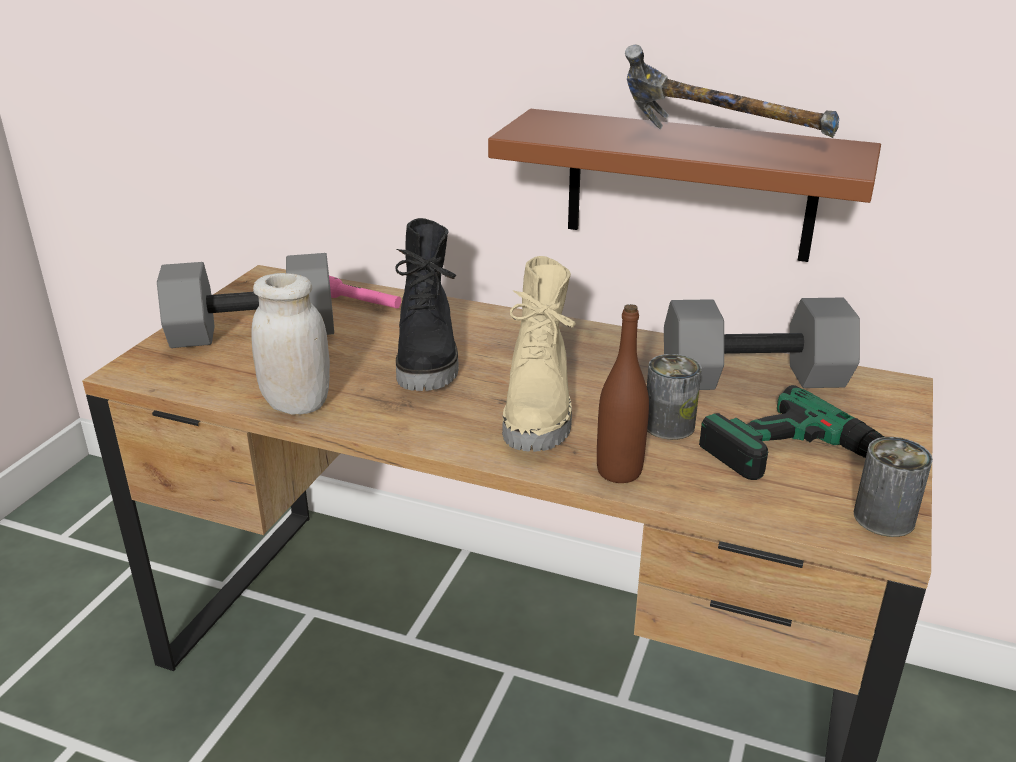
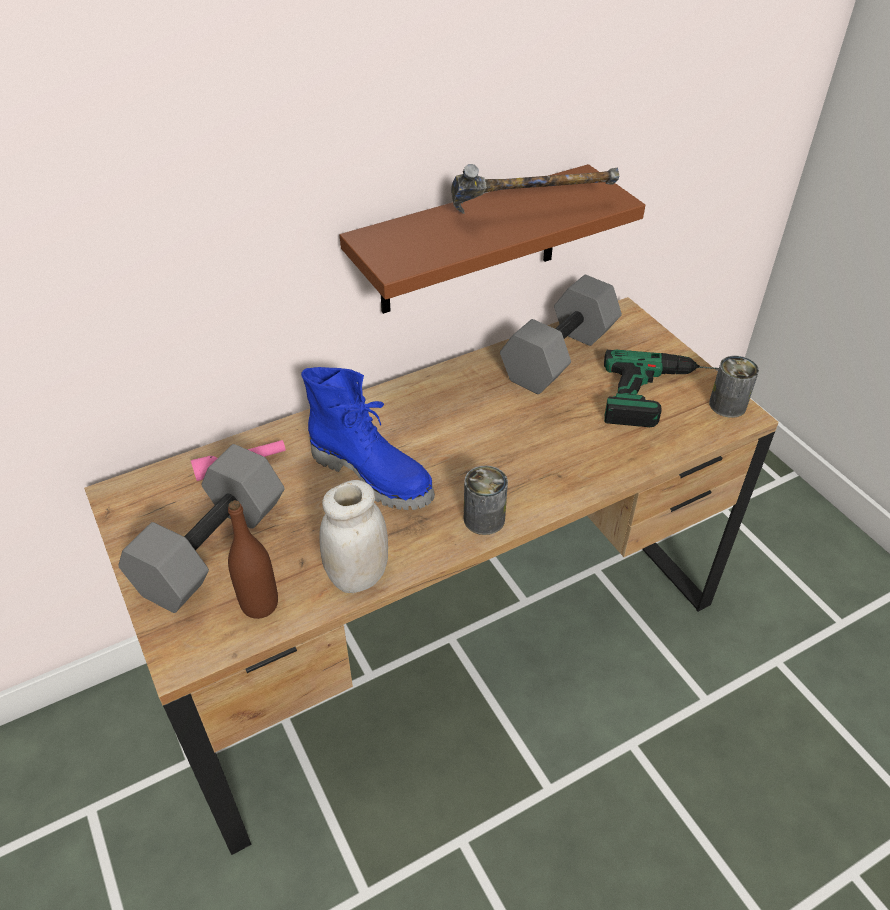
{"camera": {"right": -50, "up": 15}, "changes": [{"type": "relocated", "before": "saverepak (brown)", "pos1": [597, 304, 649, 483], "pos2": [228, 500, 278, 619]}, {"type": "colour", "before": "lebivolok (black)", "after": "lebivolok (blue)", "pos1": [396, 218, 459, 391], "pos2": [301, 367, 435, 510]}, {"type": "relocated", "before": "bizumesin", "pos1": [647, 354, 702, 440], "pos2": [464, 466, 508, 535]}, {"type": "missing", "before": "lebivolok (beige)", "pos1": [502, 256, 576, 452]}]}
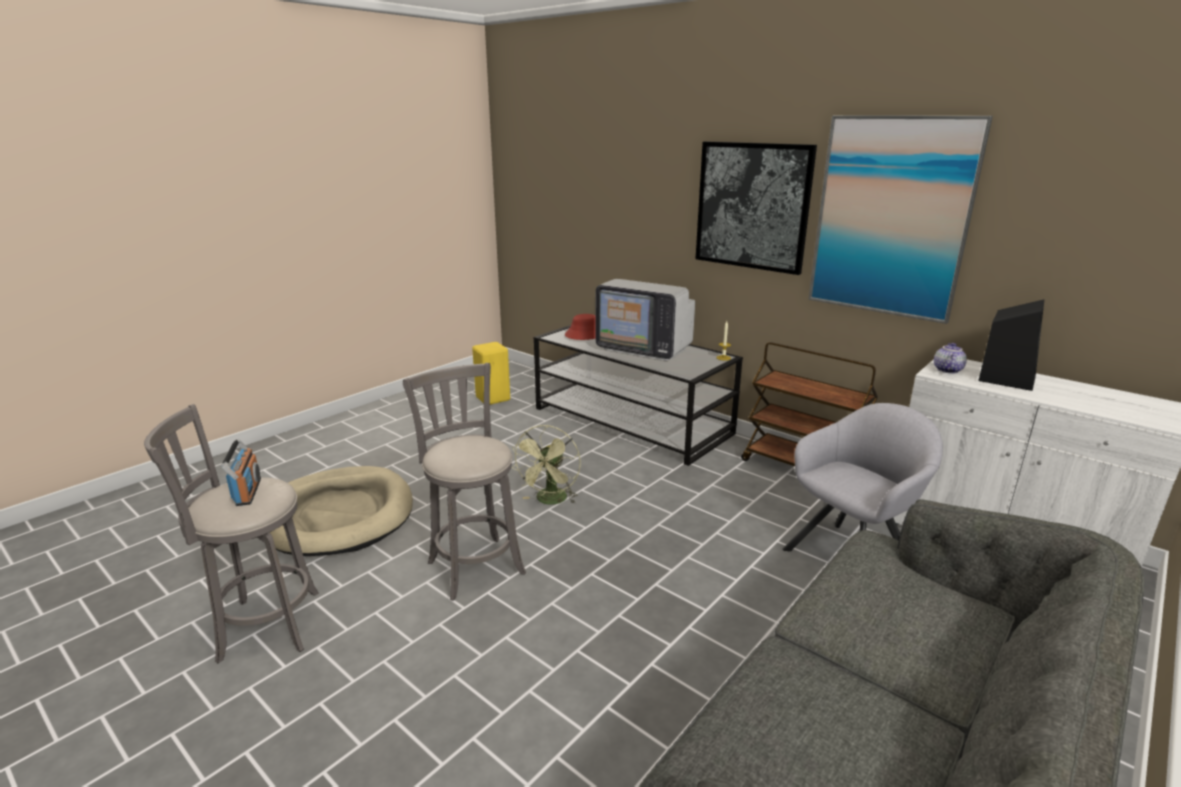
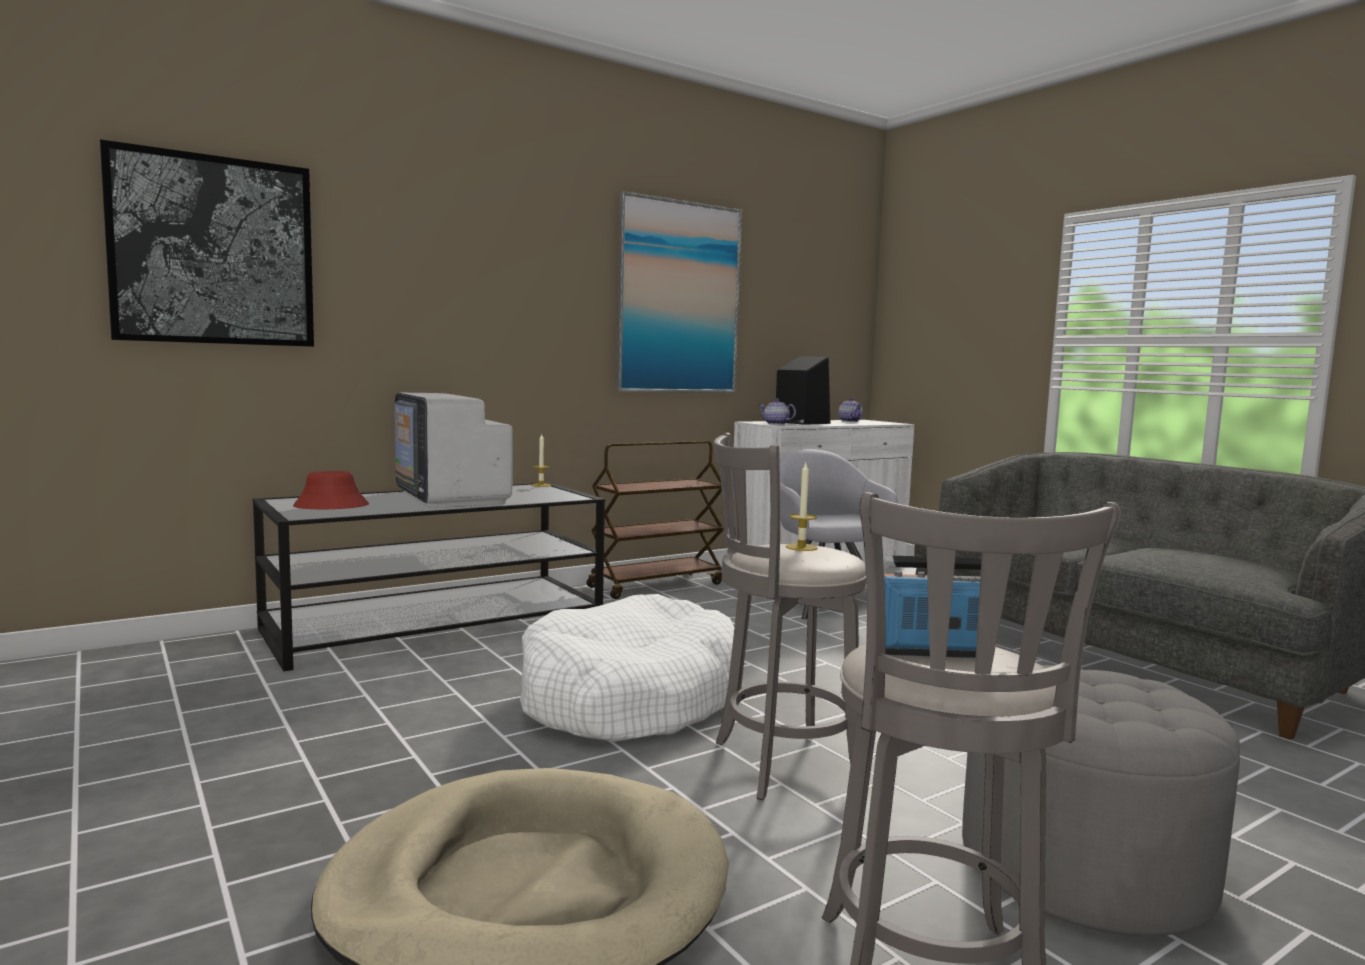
{"camera": {"right": -75, "up": -15}, "changes": [{"type": "relocated", "before": "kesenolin", "pos1": [696, 141, 817, 275], "pos2": [100, 139, 314, 347]}, {"type": "spun", "before": "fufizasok", "pos1": [595, 279, 695, 361], "pos2": [395, 393, 513, 508], "turn": 105}, {"type": "exchanged", "before": "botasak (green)", "after": "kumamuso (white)", "pos1": [511, 425, 580, 505], "pos2": [520, 594, 743, 742]}, {"type": "appeared", "after": "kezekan", "pos2": [785, 463, 818, 551]}, {"type": "appeared", "after": "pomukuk", "pos2": [838, 398, 863, 422]}, {"type": "appeared", "after": "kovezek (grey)", "pos2": [962, 665, 1240, 936]}, {"type": "missing", "before": "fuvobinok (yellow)", "pos1": [472, 342, 510, 405]}]}
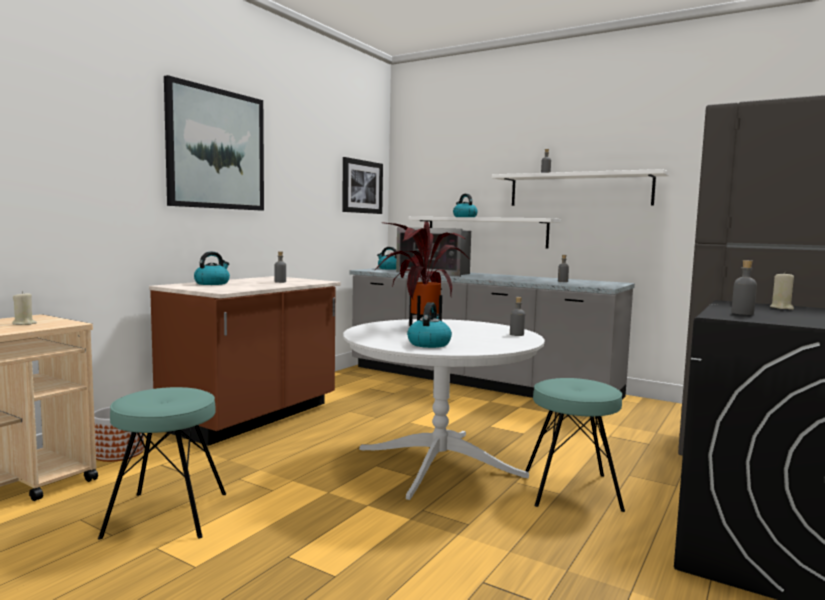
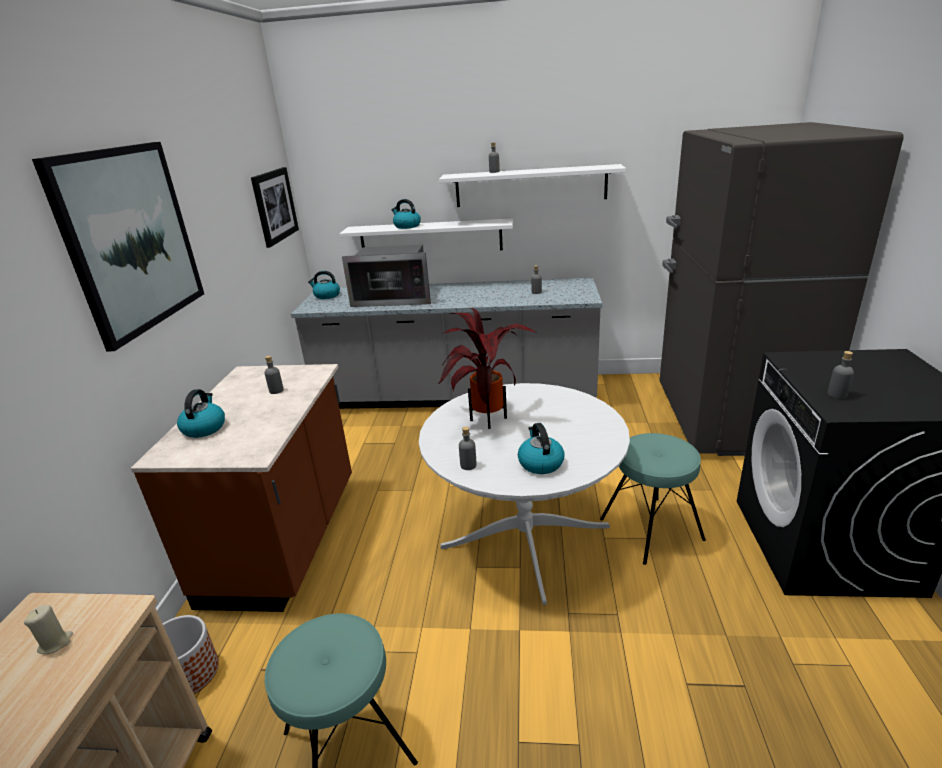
{"camera": {"right": -25, "up": 20}, "changes": [{"type": "relocated", "before": "saverepak (grey)", "pos1": [510, 297, 525, 336], "pos2": [459, 426, 477, 470]}, {"type": "missing", "before": "kezekan (beige)", "pos1": [770, 272, 794, 310]}]}
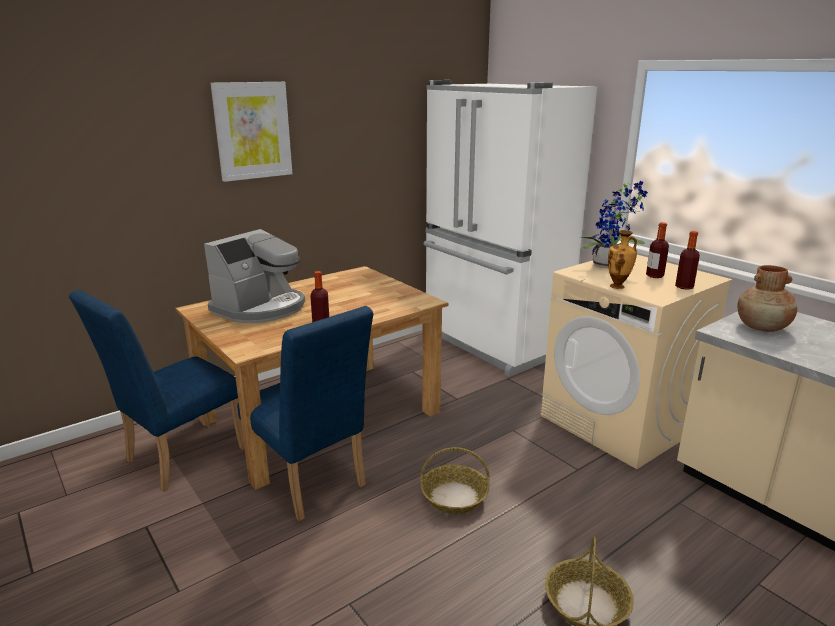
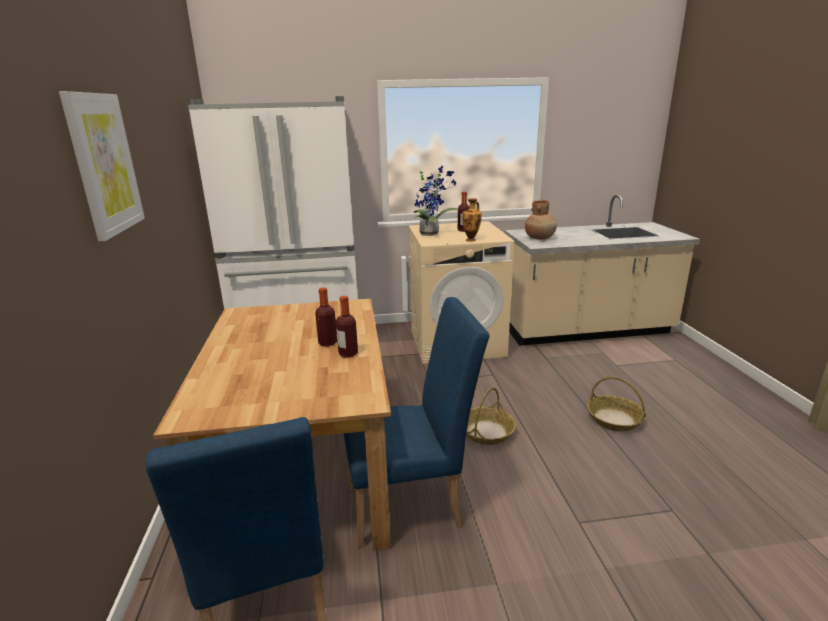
{"camera": {"right": -60, "up": 0}, "changes": [{"type": "relocated", "before": "saverepak", "pos1": [675, 231, 700, 290], "pos2": [315, 288, 337, 347]}, {"type": "missing", "before": "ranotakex", "pos1": [204, 229, 305, 323]}]}
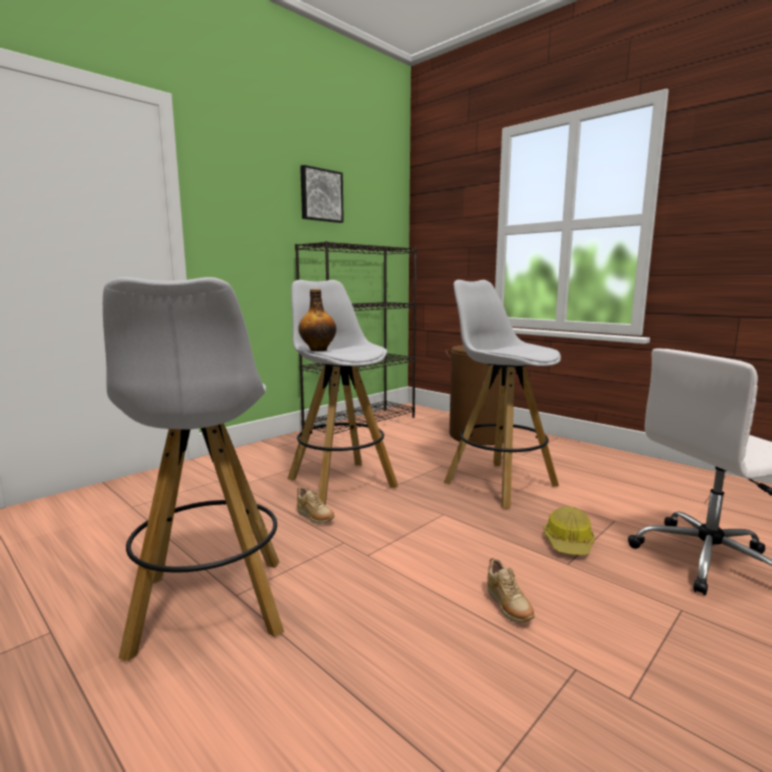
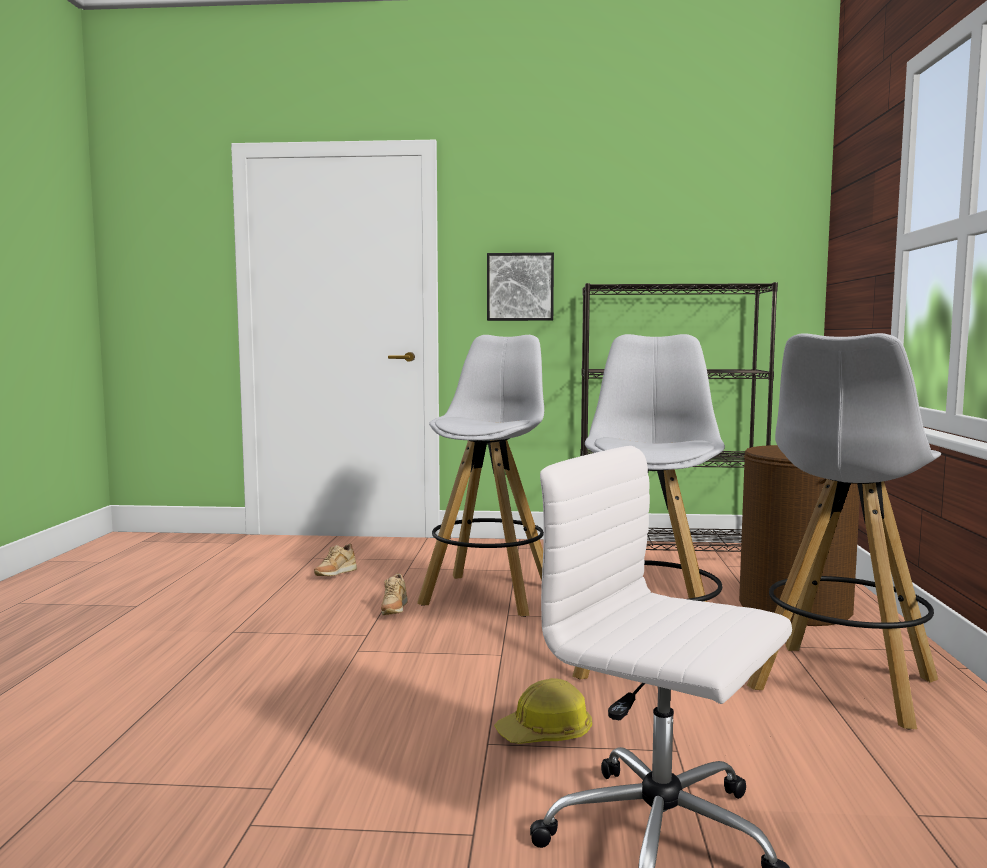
{"camera": {"right": 50, "up": -5}, "changes": [{"type": "relocated", "before": "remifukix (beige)", "pos1": [487, 558, 535, 623], "pos2": [314, 544, 357, 576]}, {"type": "relocated", "before": "kesenolin", "pos1": [300, 165, 344, 223], "pos2": [487, 253, 554, 321]}, {"type": "relocated", "before": "fuvobinok (white)", "pos1": [103, 277, 284, 661], "pos2": [747, 333, 941, 729]}, {"type": "missing", "before": "saverepak", "pos1": [298, 289, 336, 351]}]}
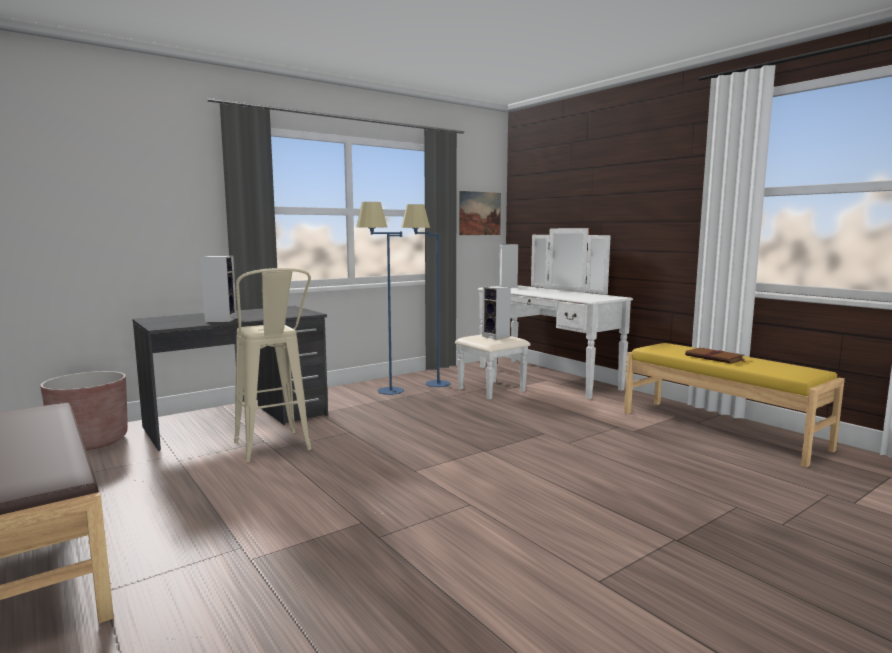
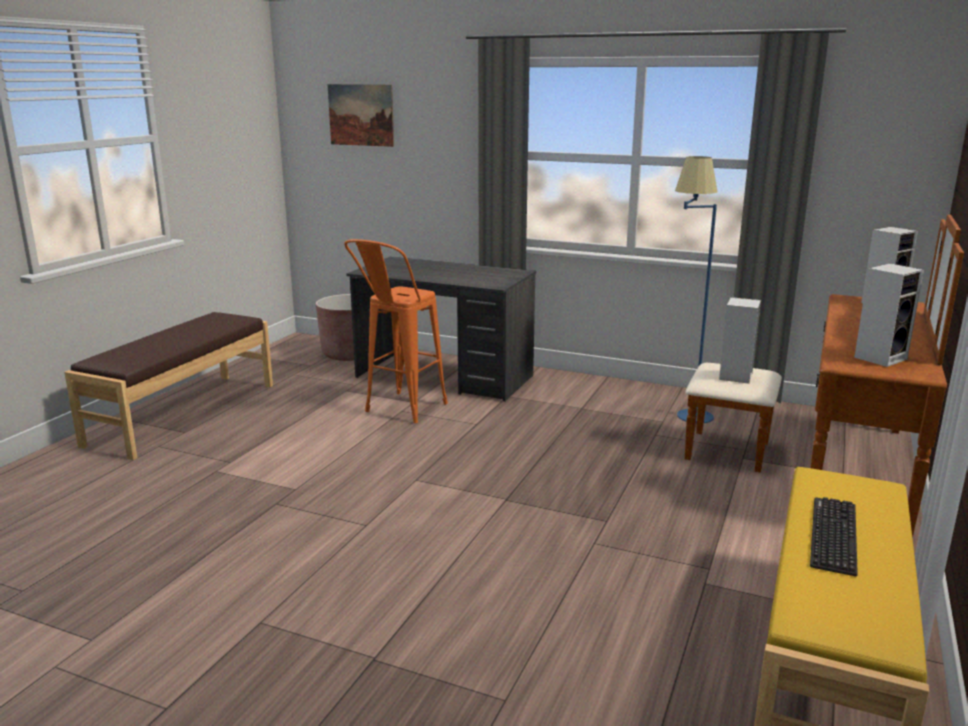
{"camera": {"right": 60, "up": 10}, "changes": [{"type": "relocated", "before": "kesenolin", "pos1": [459, 191, 501, 235], "pos2": [328, 84, 394, 147]}, {"type": "colour", "before": "fuvobinok (beige)", "after": "fuvobinok (orange)", "pos1": [234, 268, 312, 462], "pos2": [344, 239, 448, 423]}, {"type": "colour", "before": "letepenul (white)", "after": "letepenul (brown)", "pos1": [455, 228, 633, 399], "pos2": [685, 214, 964, 538]}, {"type": "exchanged", "before": "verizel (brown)", "after": "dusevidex", "pos1": [685, 347, 745, 364], "pos2": [810, 497, 858, 576]}, {"type": "relocated", "before": "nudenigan", "pos1": [201, 256, 237, 322], "pos2": [854, 263, 924, 367]}, {"type": "missing", "before": "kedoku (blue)", "pos1": [356, 202, 404, 395]}]}
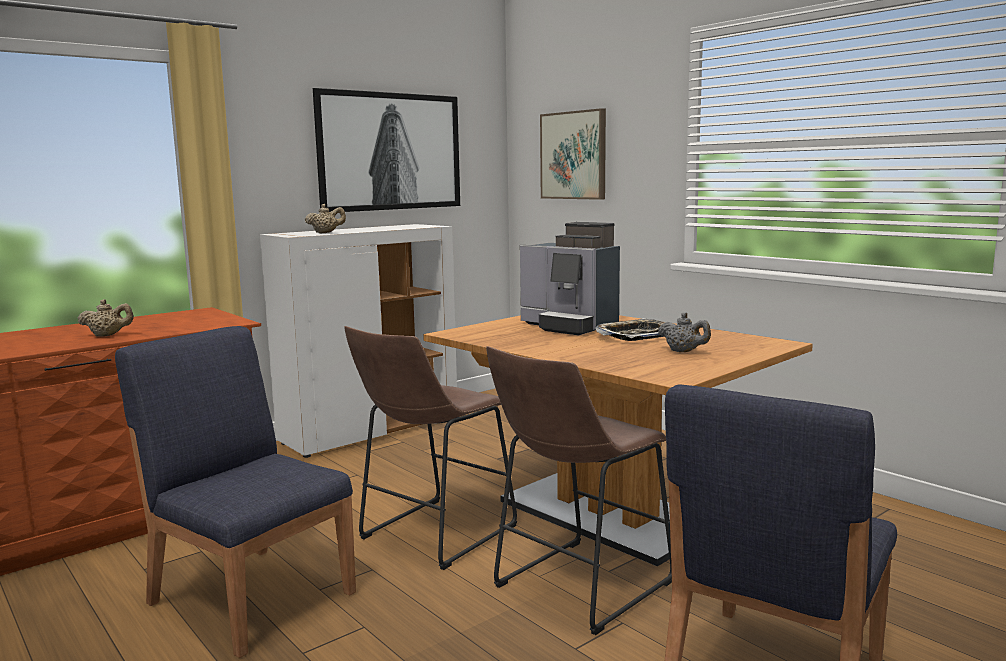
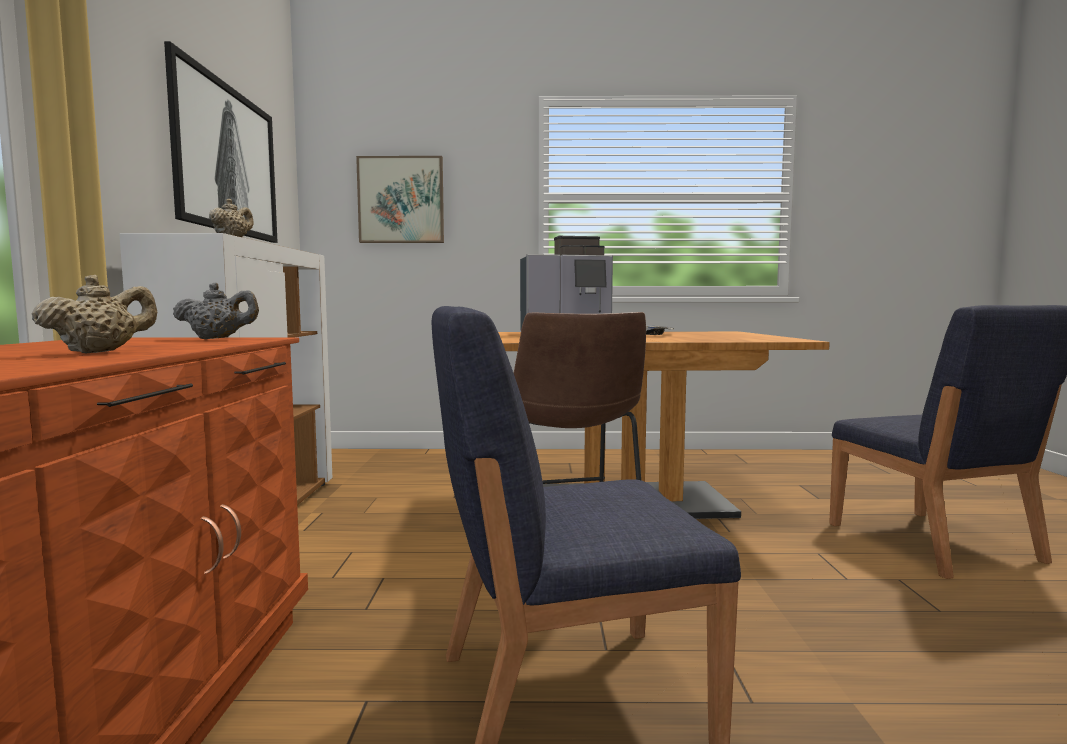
{"camera": {"right": -50, "up": -5}, "changes": [{"type": "relocated", "before": "pomukuk (grey)", "pos1": [658, 312, 711, 352], "pos2": [173, 283, 259, 339]}, {"type": "missing", "before": "fuvobinok (brown)", "pos1": [486, 346, 672, 635]}]}
